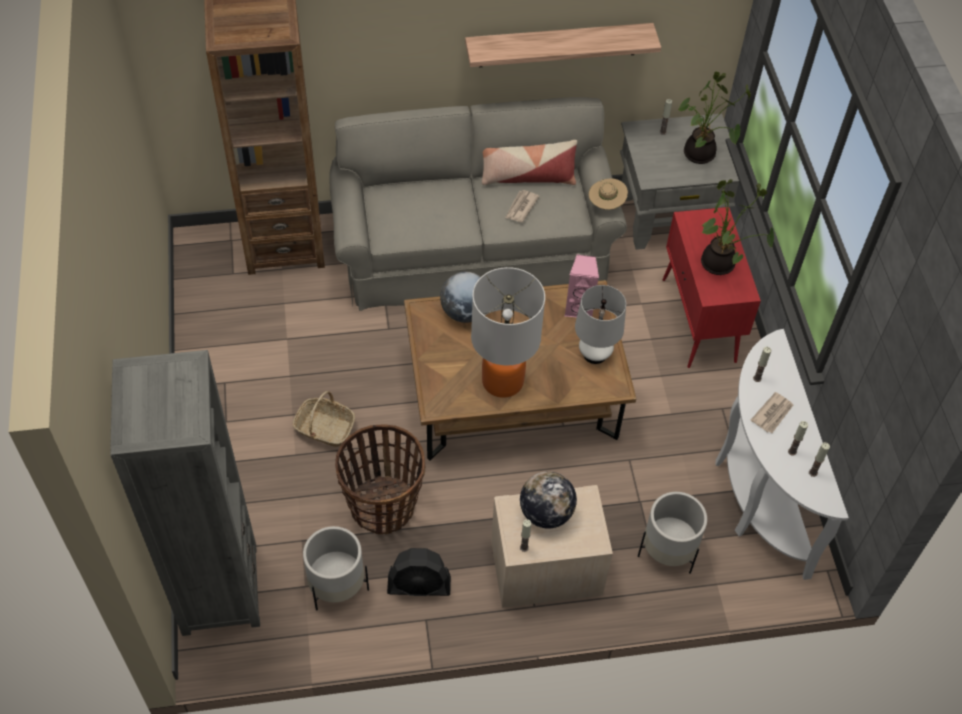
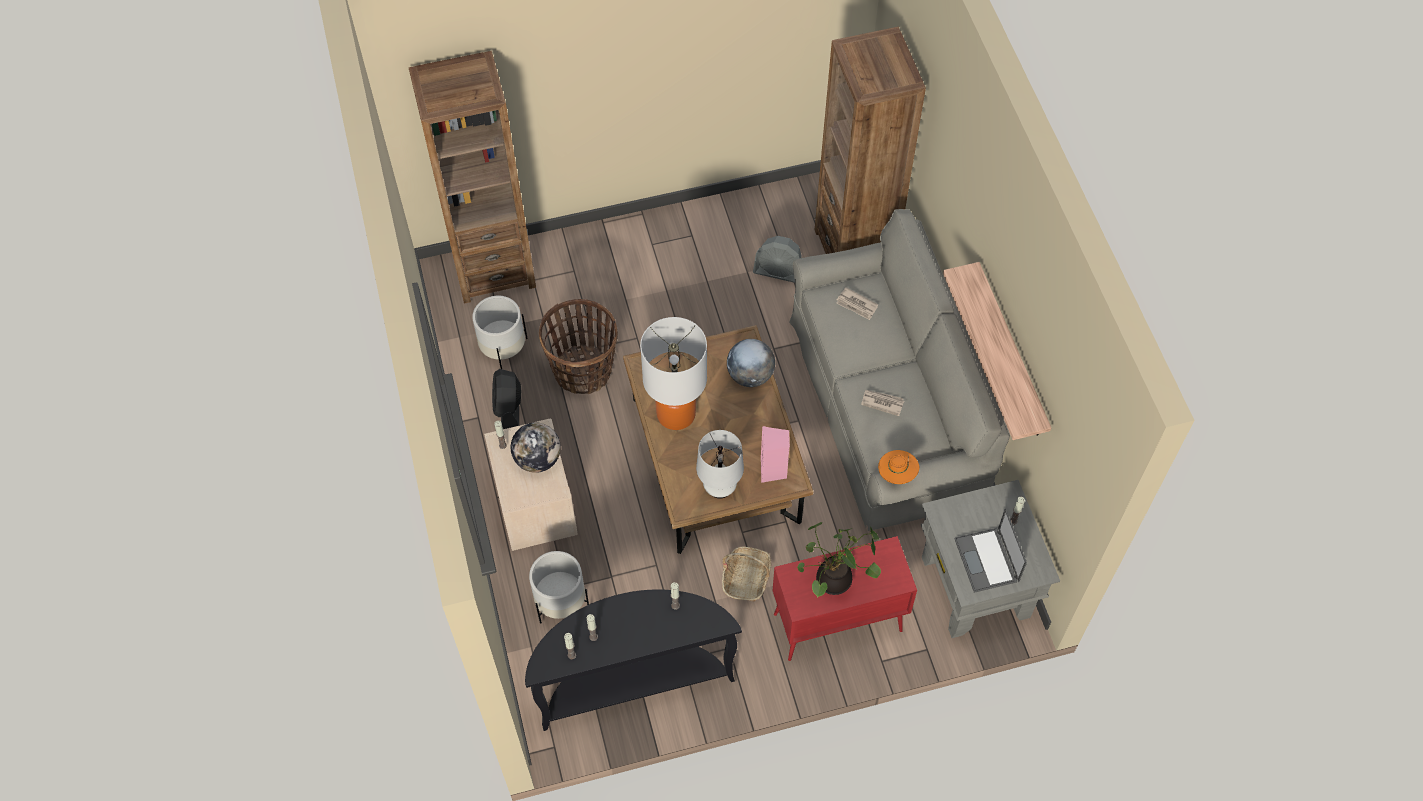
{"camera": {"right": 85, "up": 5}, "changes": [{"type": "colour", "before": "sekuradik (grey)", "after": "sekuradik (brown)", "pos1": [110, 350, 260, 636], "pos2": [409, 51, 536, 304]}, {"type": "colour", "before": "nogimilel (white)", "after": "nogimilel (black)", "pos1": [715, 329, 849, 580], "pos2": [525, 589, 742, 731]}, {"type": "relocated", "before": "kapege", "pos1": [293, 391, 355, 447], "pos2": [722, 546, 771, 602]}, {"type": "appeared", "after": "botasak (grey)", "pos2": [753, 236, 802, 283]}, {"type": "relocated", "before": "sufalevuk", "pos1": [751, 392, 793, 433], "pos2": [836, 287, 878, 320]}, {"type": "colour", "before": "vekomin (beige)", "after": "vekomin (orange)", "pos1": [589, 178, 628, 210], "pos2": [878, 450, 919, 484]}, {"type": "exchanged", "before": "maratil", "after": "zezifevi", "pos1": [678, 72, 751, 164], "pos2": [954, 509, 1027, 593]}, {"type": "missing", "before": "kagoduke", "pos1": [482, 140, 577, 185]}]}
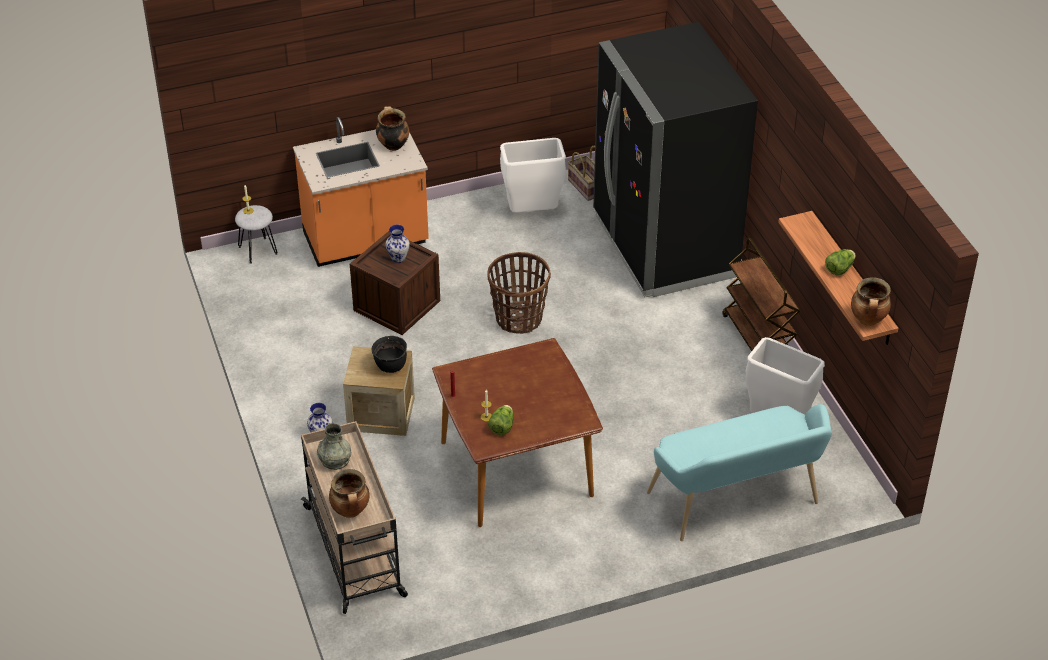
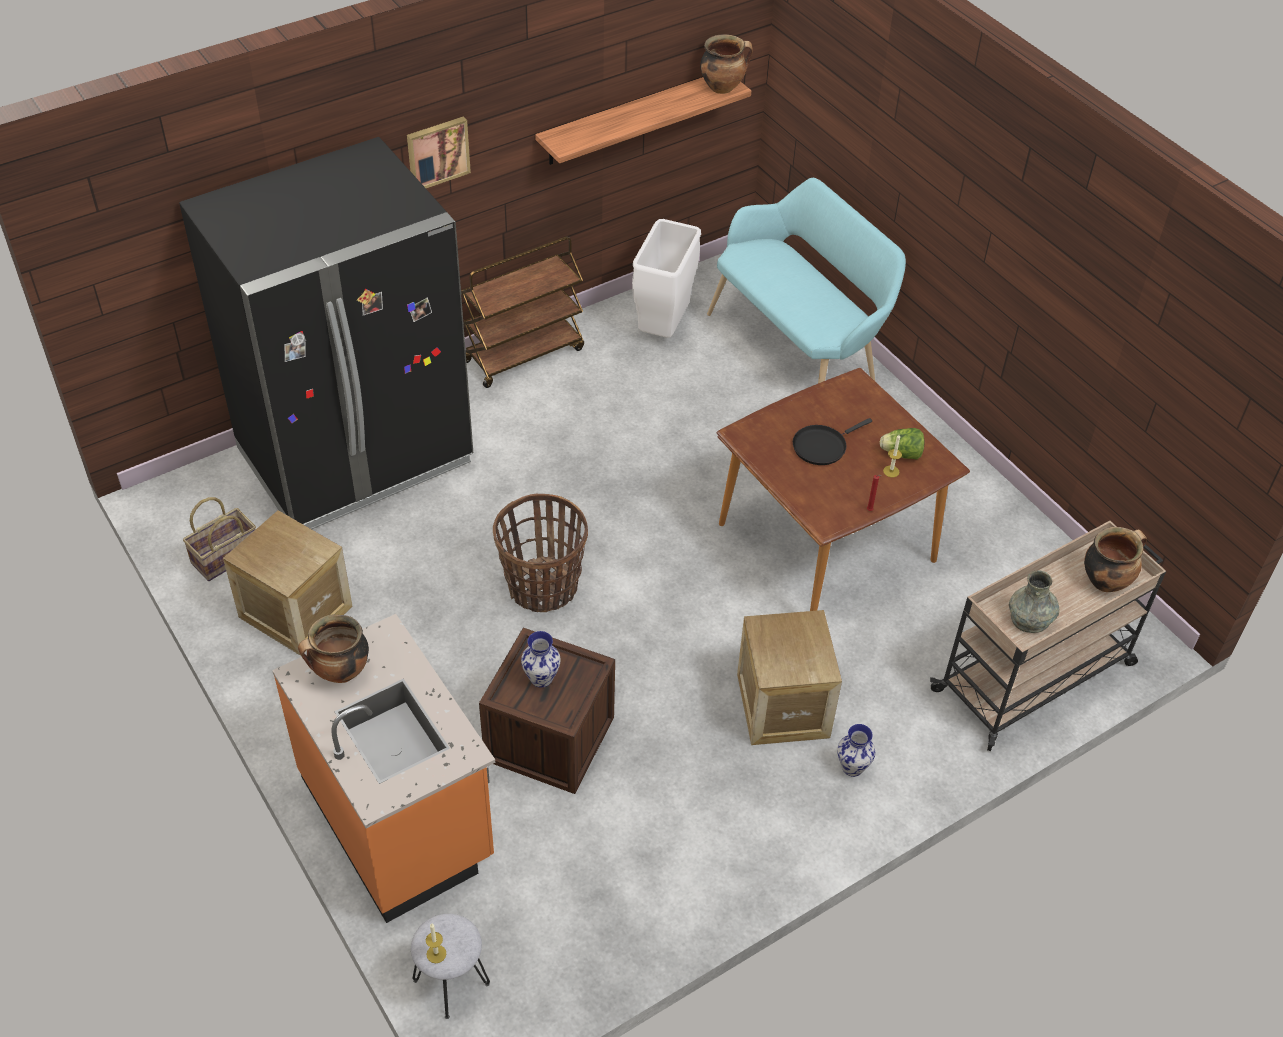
{"camera": {"right": -105, "up": 5}, "changes": [{"type": "exchanged", "before": "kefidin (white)", "after": "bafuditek", "pos1": [500, 138, 566, 213], "pos2": [223, 510, 353, 656]}, {"type": "appeared", "after": "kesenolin", "pos2": [407, 116, 471, 188]}, {"type": "appeared", "after": "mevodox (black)", "pos2": [793, 418, 872, 465]}, {"type": "missing", "before": "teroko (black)", "pos1": [372, 336, 407, 373]}, {"type": "missing", "before": "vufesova", "pos1": [825, 249, 856, 275]}]}
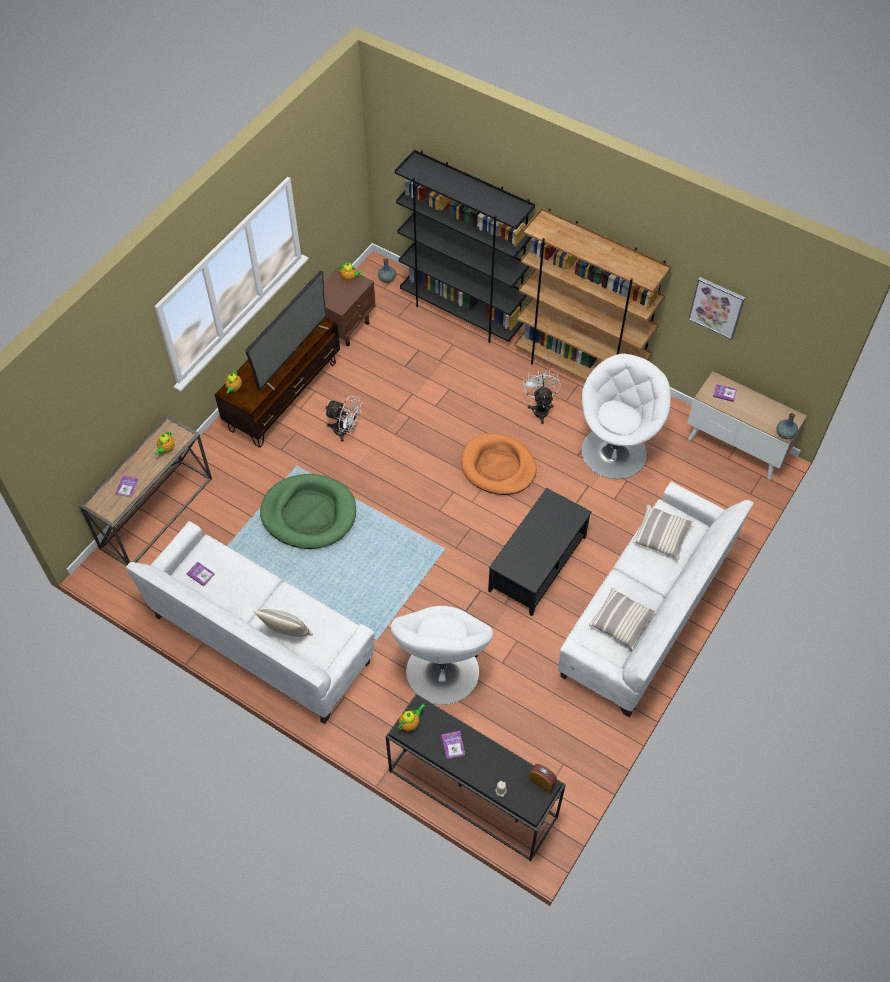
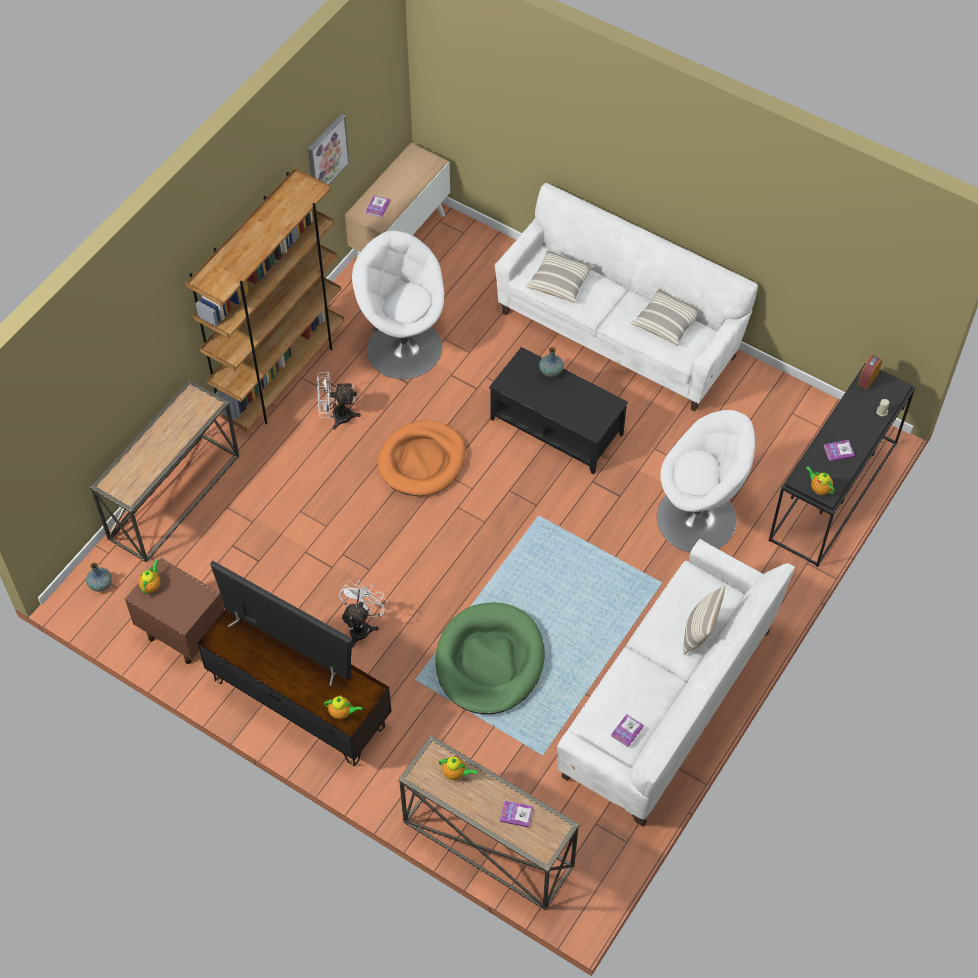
{"camera": {"right": -90, "up": 0}, "changes": [{"type": "exchanged", "before": "sekuradik (black)", "after": "nogimilel", "pos1": [395, 150, 535, 343], "pos2": [90, 380, 239, 562]}, {"type": "relocated", "before": "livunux", "pos1": [776, 413, 798, 439], "pos2": [539, 347, 564, 377]}]}
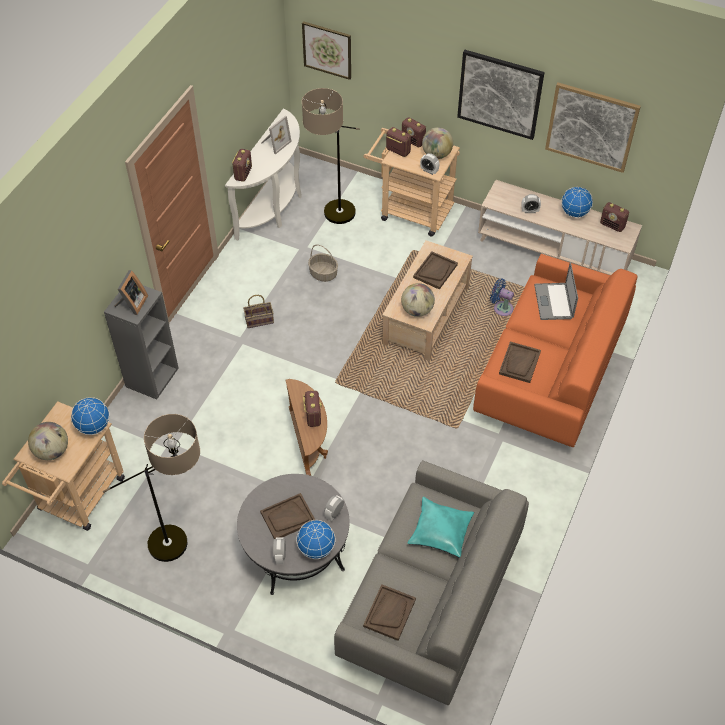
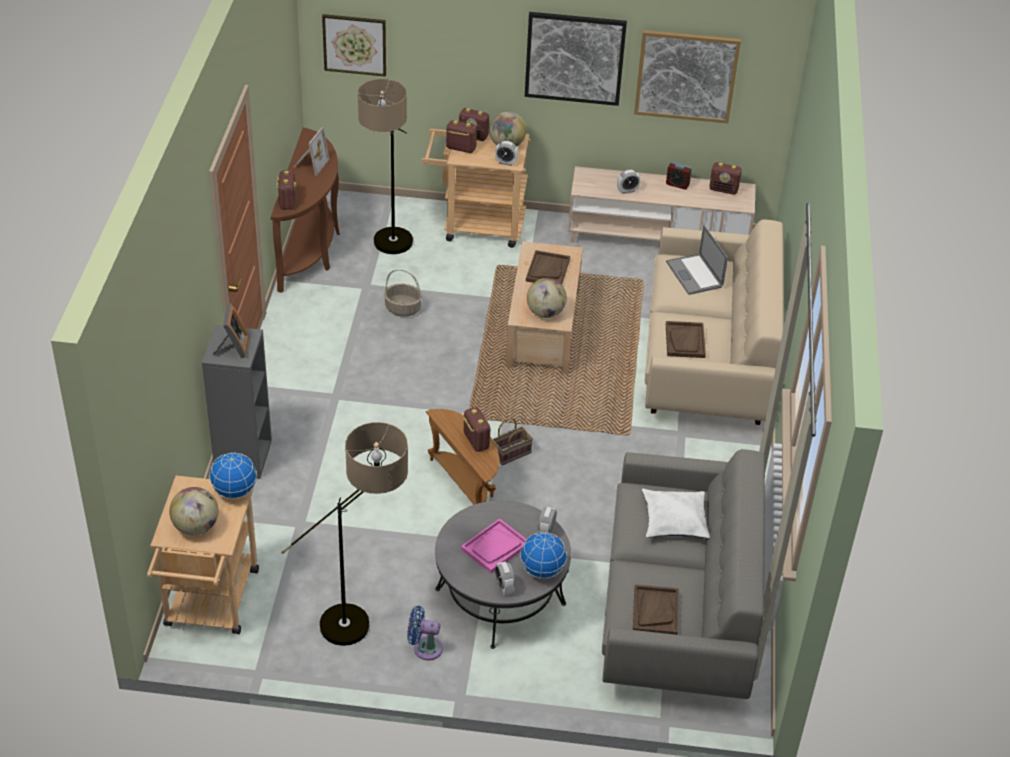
{"camera": {"right": -20, "up": -10}, "changes": [{"type": "colour", "before": "nogimilel (white)", "after": "nogimilel (brown)", "pos1": [225, 109, 302, 240], "pos2": [271, 128, 340, 293]}, {"type": "relocated", "before": "botasak (blue)", "pos1": [490, 278, 514, 316], "pos2": [407, 606, 443, 660]}, {"type": "colour", "before": "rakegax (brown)", "after": "rakegax (pink)", "pos1": [260, 493, 316, 539], "pos2": [461, 519, 527, 573]}, {"type": "relocated", "before": "kapege", "pos1": [243, 295, 274, 328], "pos2": [492, 418, 533, 465]}, {"type": "colour", "before": "kagoduke (turquoise)", "after": "kagoduke (white)", "pos1": [407, 497, 474, 558], "pos2": [642, 489, 710, 539]}, {"type": "colour", "before": "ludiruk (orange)", "after": "ludiruk (beige)", "pos1": [473, 254, 637, 447], "pos2": [645, 219, 784, 425]}, {"type": "exchanged", "before": "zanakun", "after": "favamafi", "pos1": [561, 186, 593, 218], "pos2": [666, 162, 692, 190]}]}
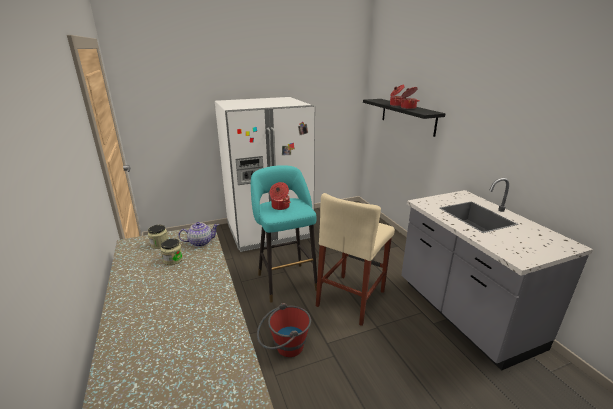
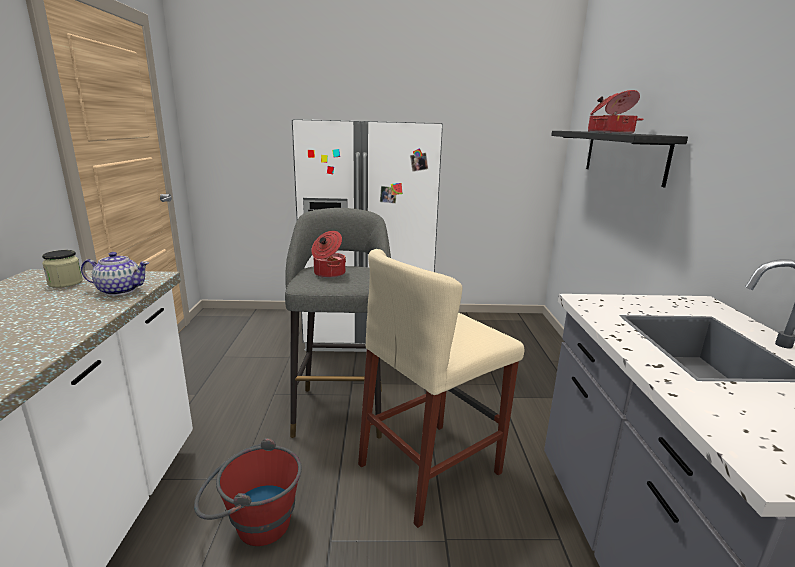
{"camera": {"right": 20, "up": -5}, "changes": [{"type": "colour", "before": "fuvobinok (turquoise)", "after": "fuvobinok (grey)", "pos1": [251, 165, 317, 303], "pos2": [285, 208, 391, 439]}, {"type": "missing", "before": "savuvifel", "pos1": [161, 239, 183, 265]}]}
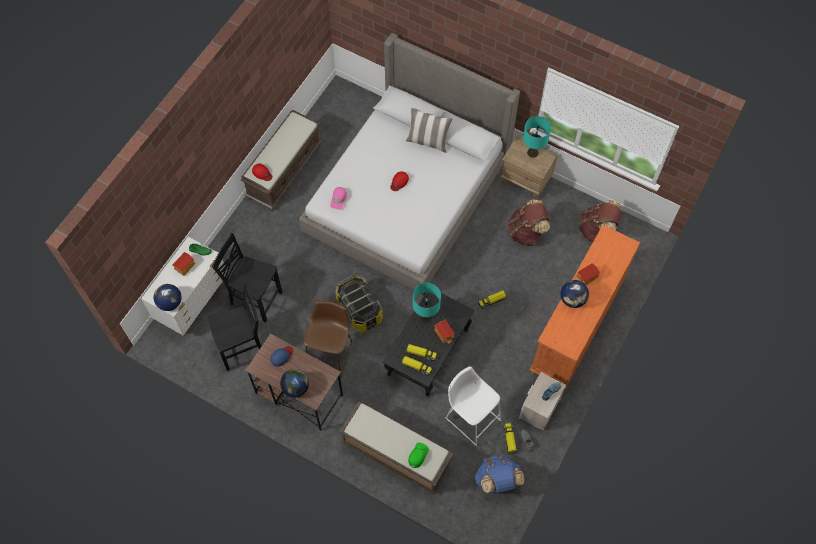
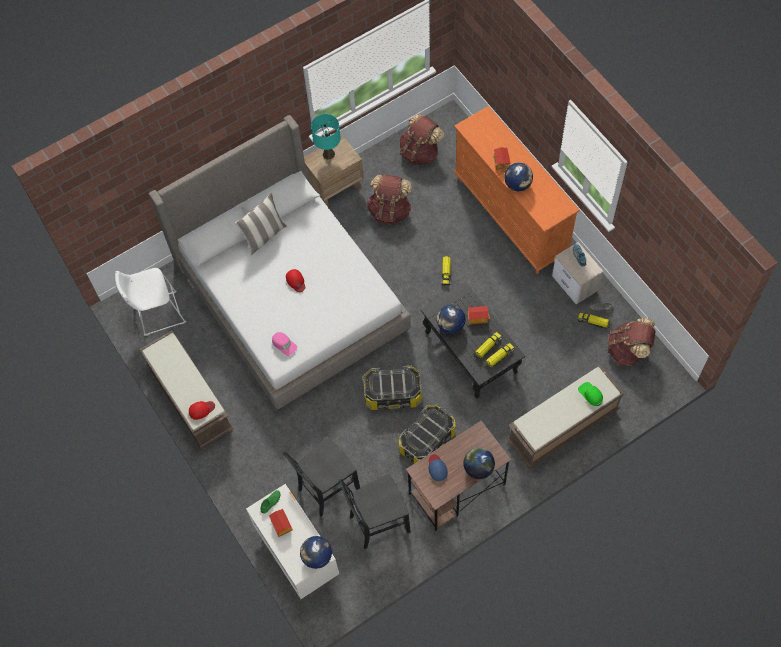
{"camera": {"right": -60, "up": 0}, "changes": [{"type": "relocated", "before": "fuvobinok (white)", "pos1": [445, 366, 502, 446], "pos2": [115, 268, 186, 336]}, {"type": "spun", "before": "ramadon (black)", "pos1": [208, 284, 262, 371], "pos2": [338, 473, 411, 549], "turn": -120}, {"type": "exchanged", "before": "fuvobinok (brown)", "after": "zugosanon", "pos1": [303, 301, 352, 378], "pos2": [399, 404, 456, 464]}, {"type": "exchanged", "before": "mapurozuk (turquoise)", "after": "zanakun", "pos1": [413, 283, 441, 322], "pos2": [437, 305, 465, 334]}, {"type": "colour", "before": "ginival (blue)", "after": "ginival (brown)", "pos1": [475, 454, 524, 493], "pos2": [608, 317, 656, 366]}]}
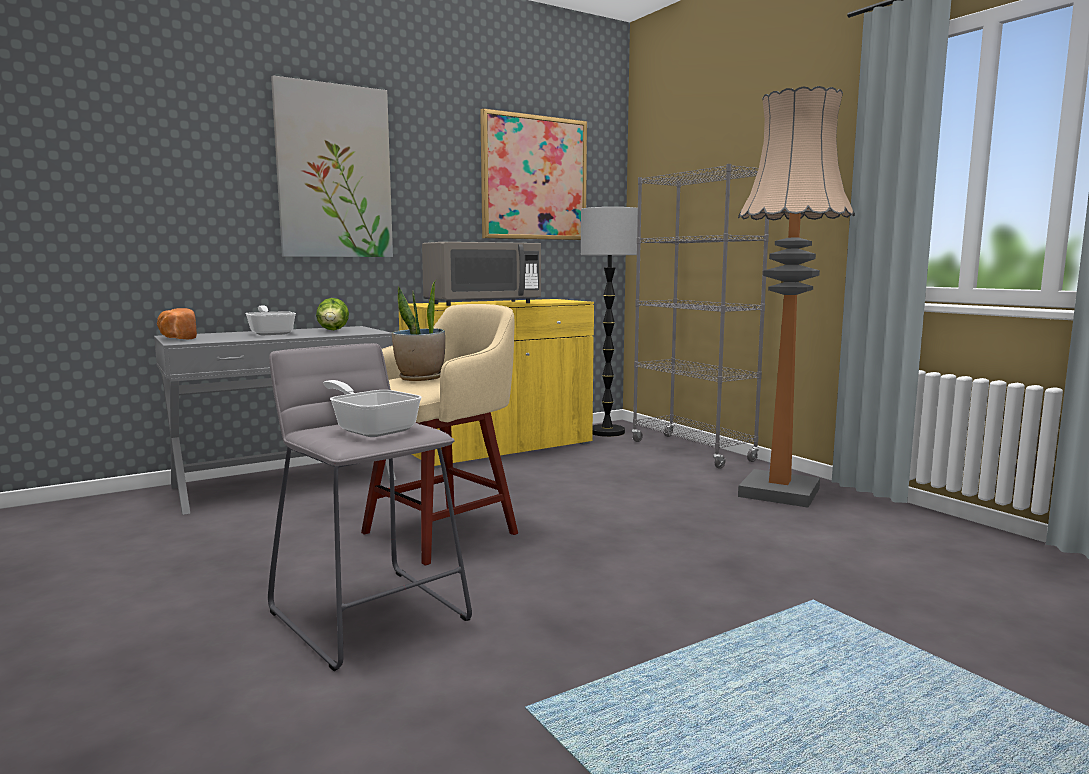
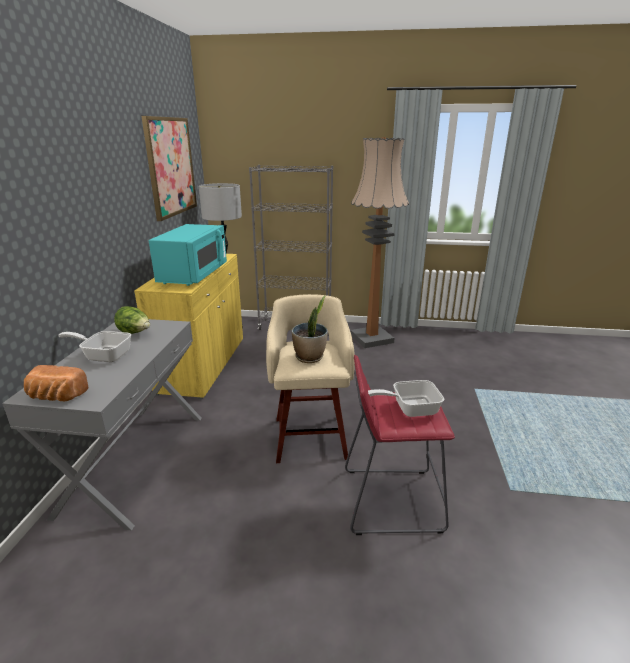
{"camera": {"right": -50, "up": 15}, "changes": [{"type": "colour", "before": "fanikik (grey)", "after": "fanikik (turquoise)", "pos1": [422, 242, 541, 306], "pos2": [149, 224, 227, 286]}, {"type": "colour", "before": "fuvobinok (grey)", "after": "fuvobinok (red)", "pos1": [268, 343, 472, 671], "pos2": [345, 355, 455, 535]}, {"type": "missing", "before": "kesenolin", "pos1": [271, 75, 393, 257]}]}
